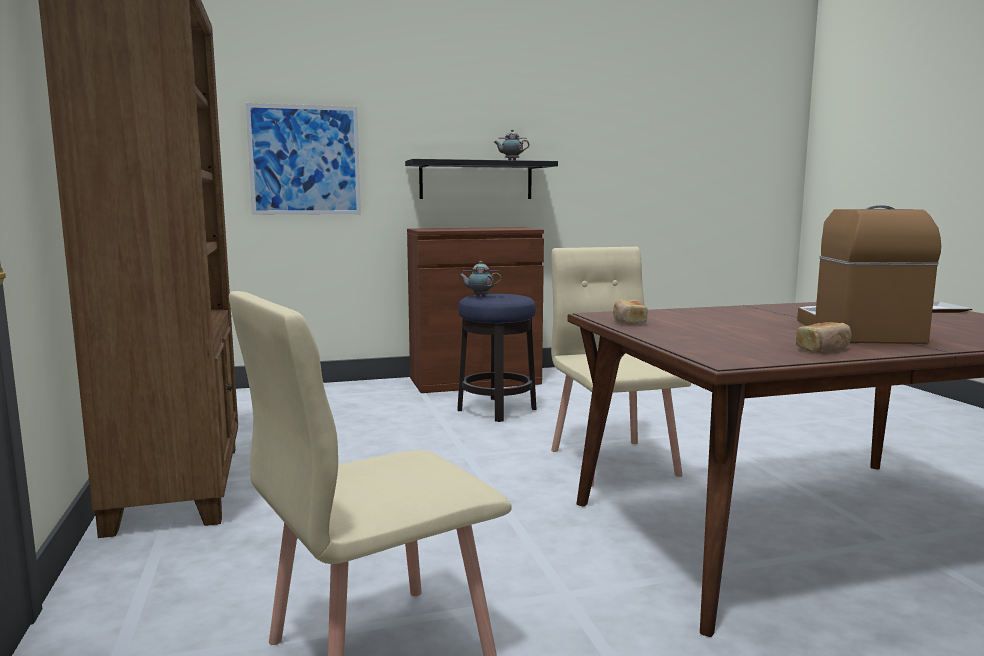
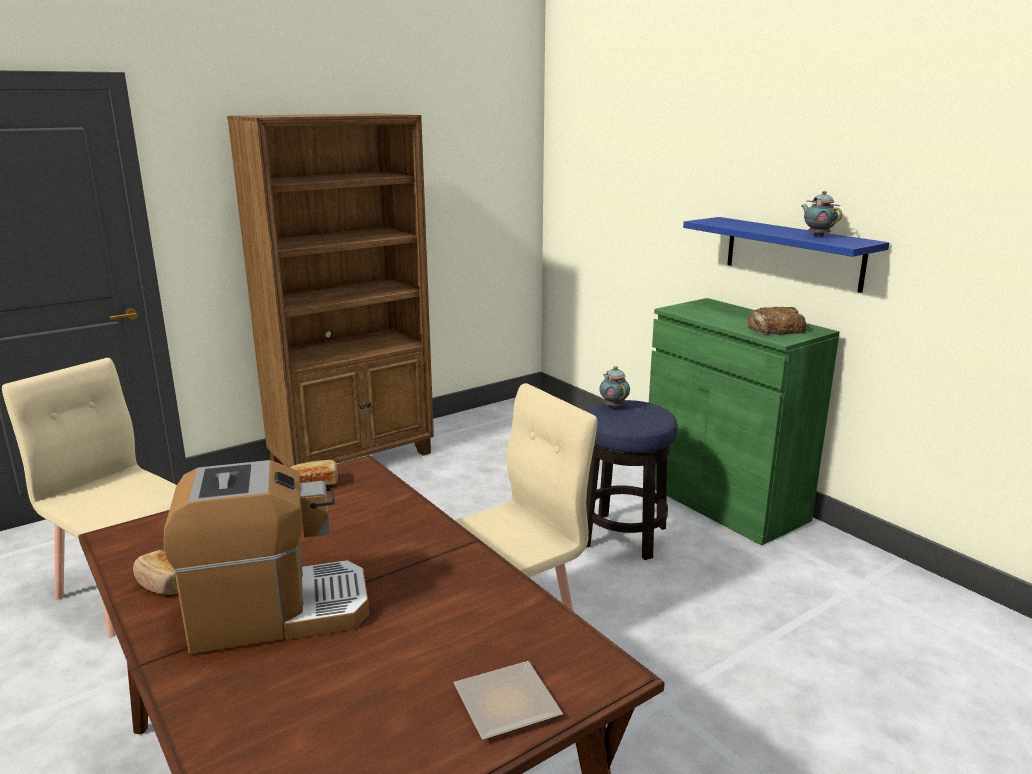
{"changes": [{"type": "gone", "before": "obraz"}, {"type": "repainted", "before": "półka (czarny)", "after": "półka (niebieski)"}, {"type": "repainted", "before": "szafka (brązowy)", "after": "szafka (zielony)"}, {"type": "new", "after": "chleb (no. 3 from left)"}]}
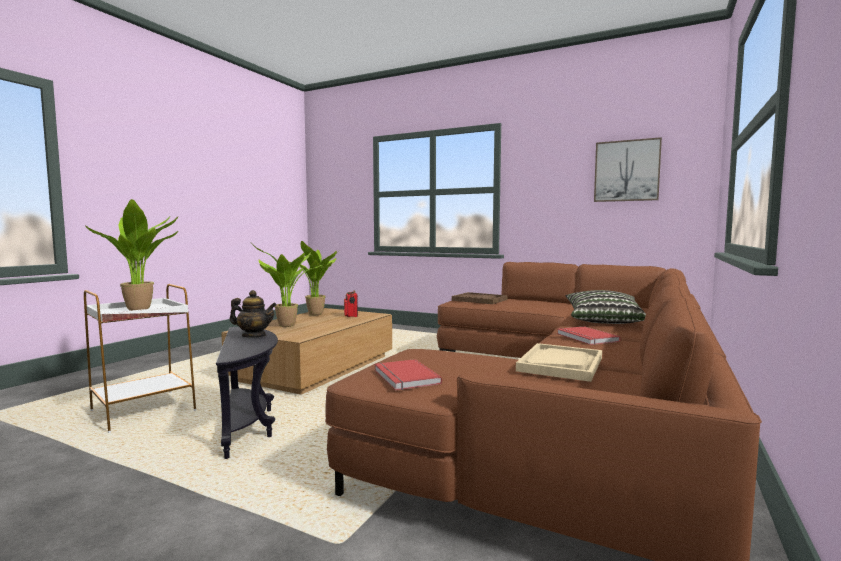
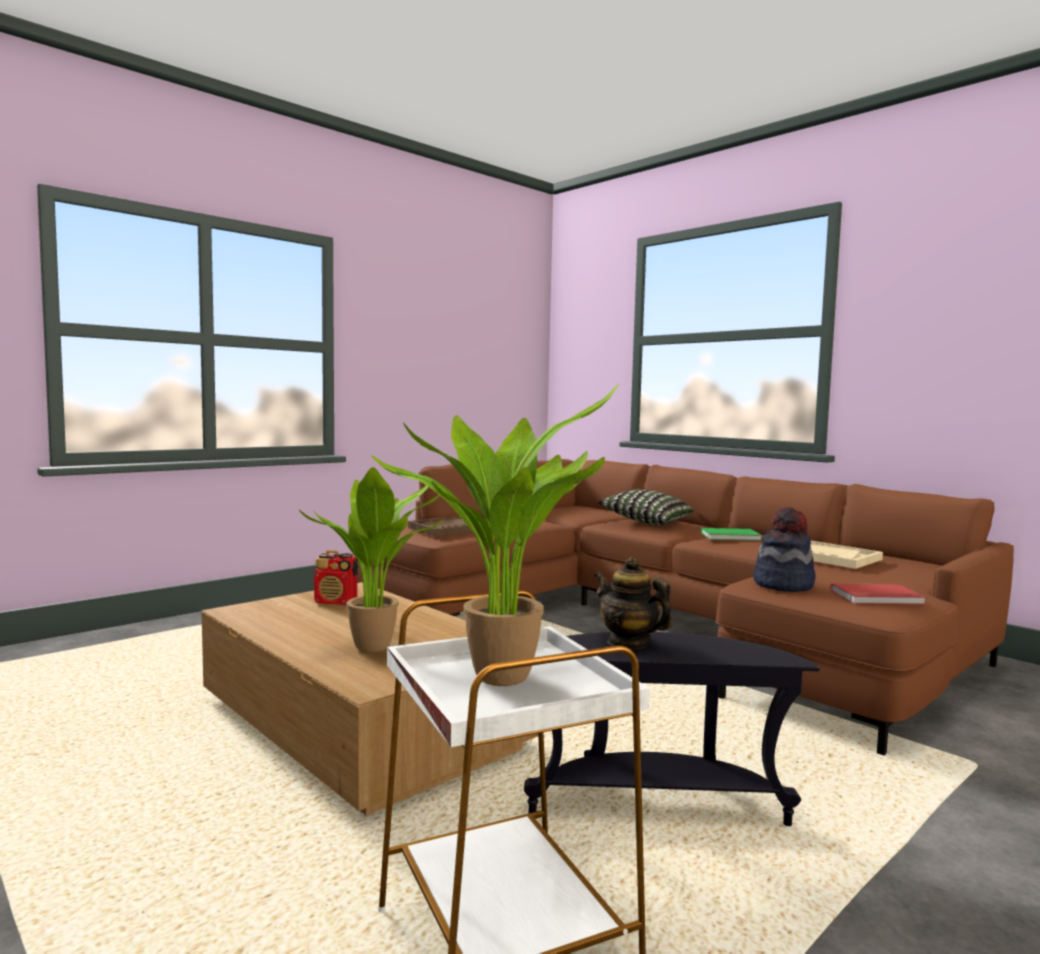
{"changes": [{"type": "gone", "before": "obraz"}, {"type": "gone", "before": "roślina doniczkowa (no. 3 from left)"}, {"type": "rotated", "before": "imbryk", "turn": -75}, {"type": "repainted", "before": "książka (czerwony) (no. 2 from left)", "after": "książka (zielony)"}, {"type": "new", "after": "kapelusz"}]}
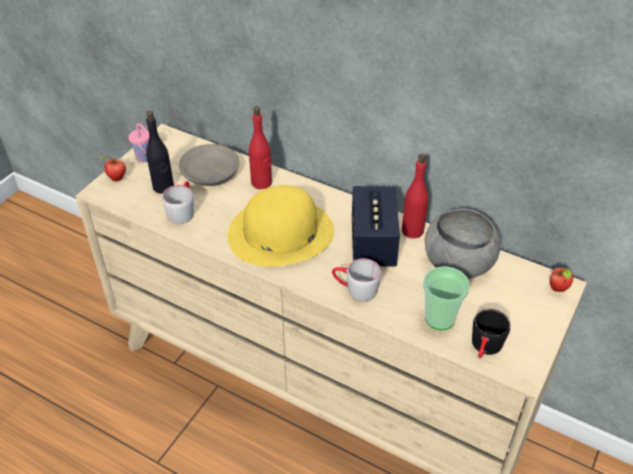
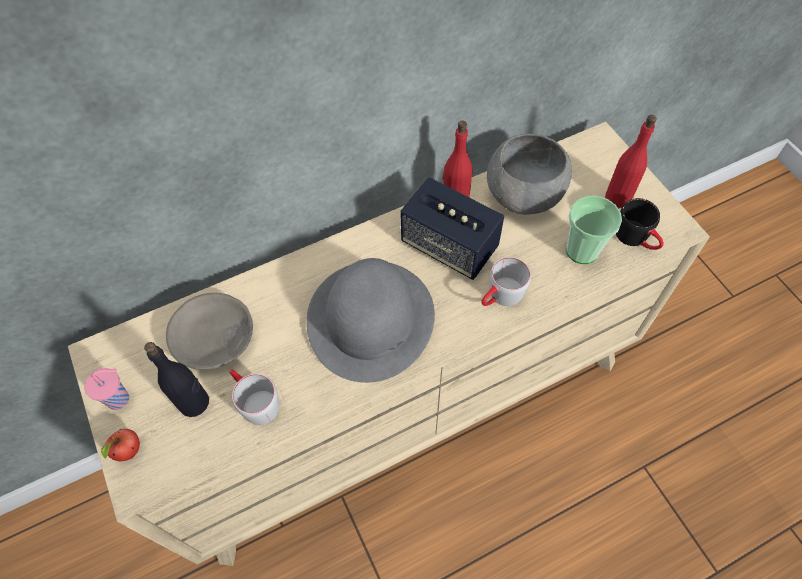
{"changes": [{"type": "shifted", "before": "butelka (czerwony) (no. 1 from left in the first image)", "after": "butelka (czerwony) (no. 2 from left)"}, {"type": "repainted", "before": "kapelusz (żółty)", "after": "kapelusz (szary)"}, {"type": "gone", "before": "jabłko (no. 2 from left)"}]}
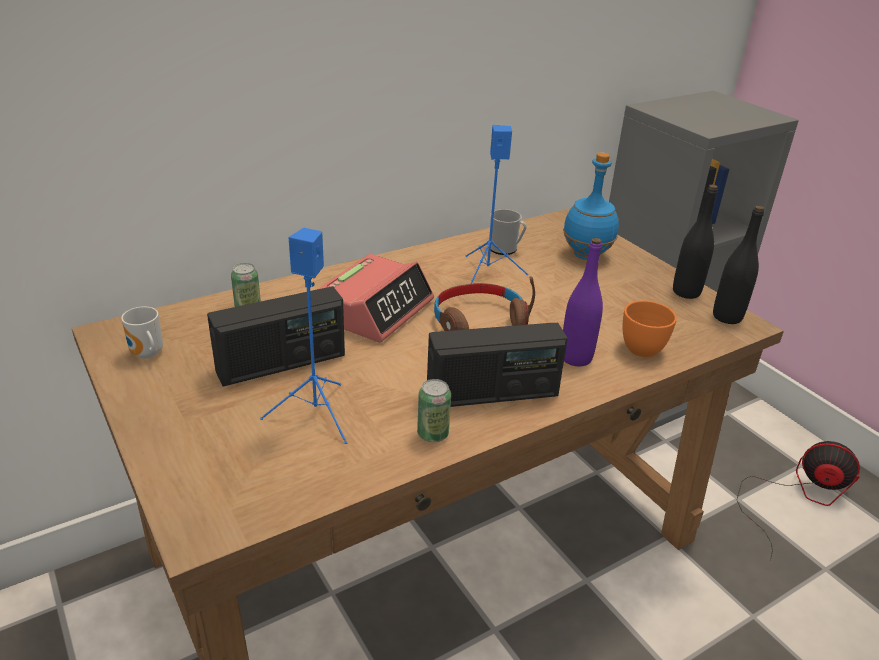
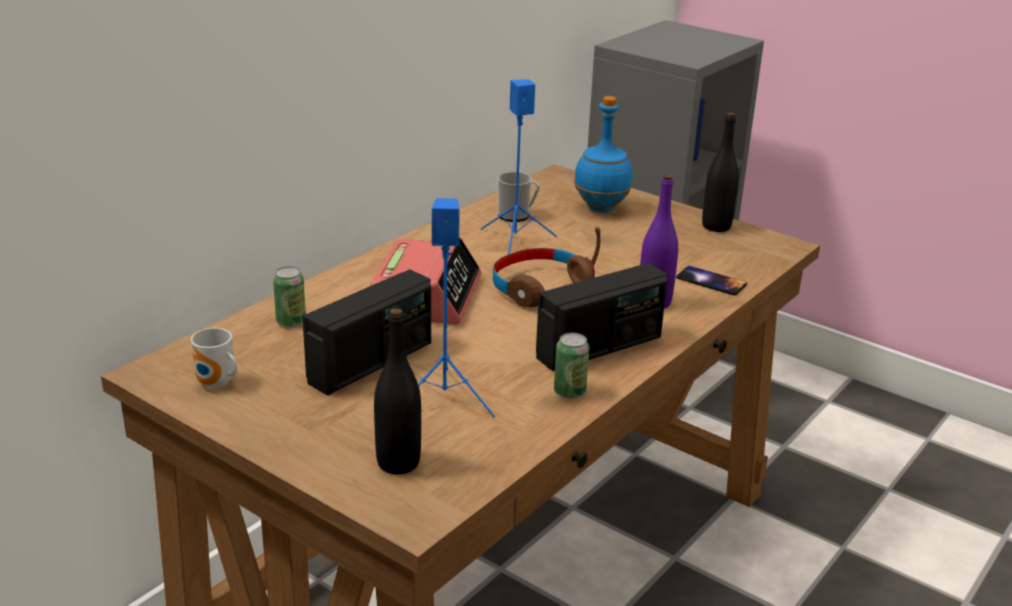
{"changes": [{"type": "shifted", "before": "butelka (czarny) (no. 2 from left in the first image)", "after": "butelka (czarny) (no. 1 from left)"}, {"type": "swapped", "before": "filiżanka (pomarańczowy)", "after": "telefon"}, {"type": "gone", "before": "wentylator"}]}
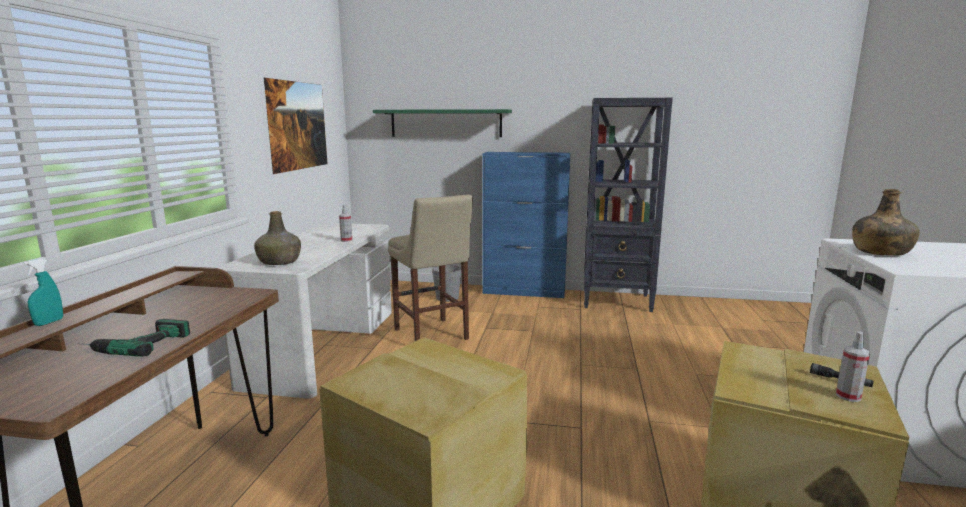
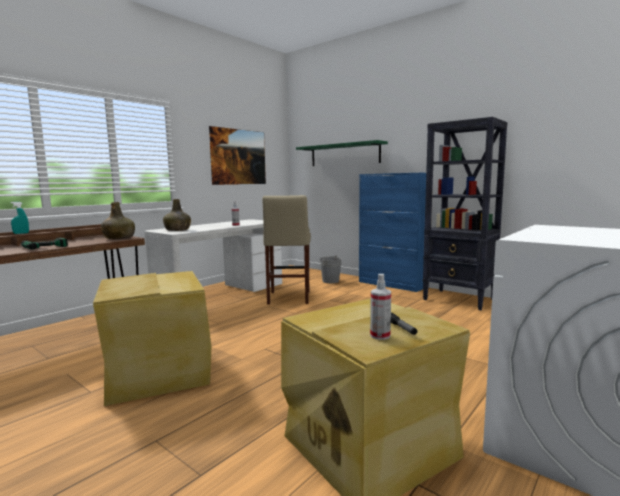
{"changes": [{"type": "shifted", "before": "butelka (zielony) (no. 2 from left in the first image)", "after": "butelka (zielony) (no. 1 from left)"}]}
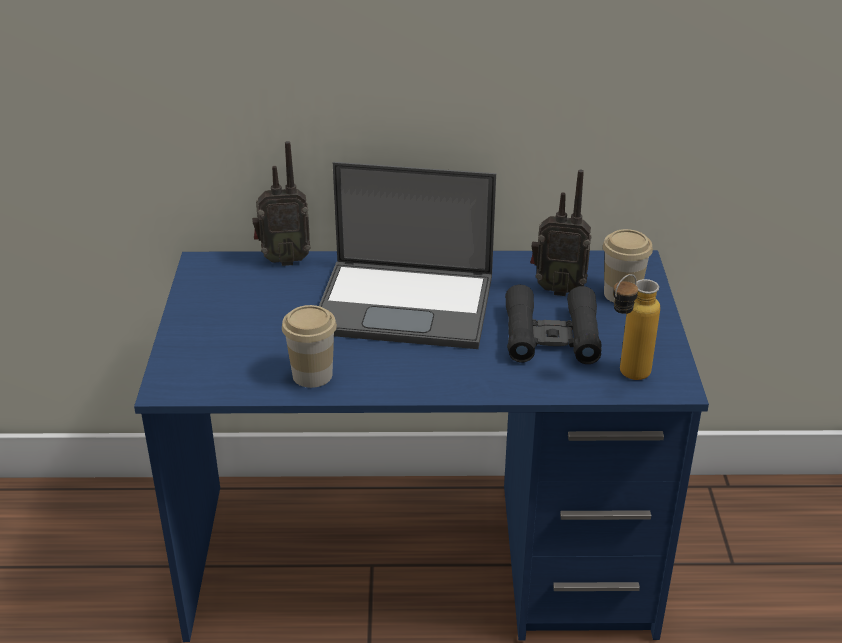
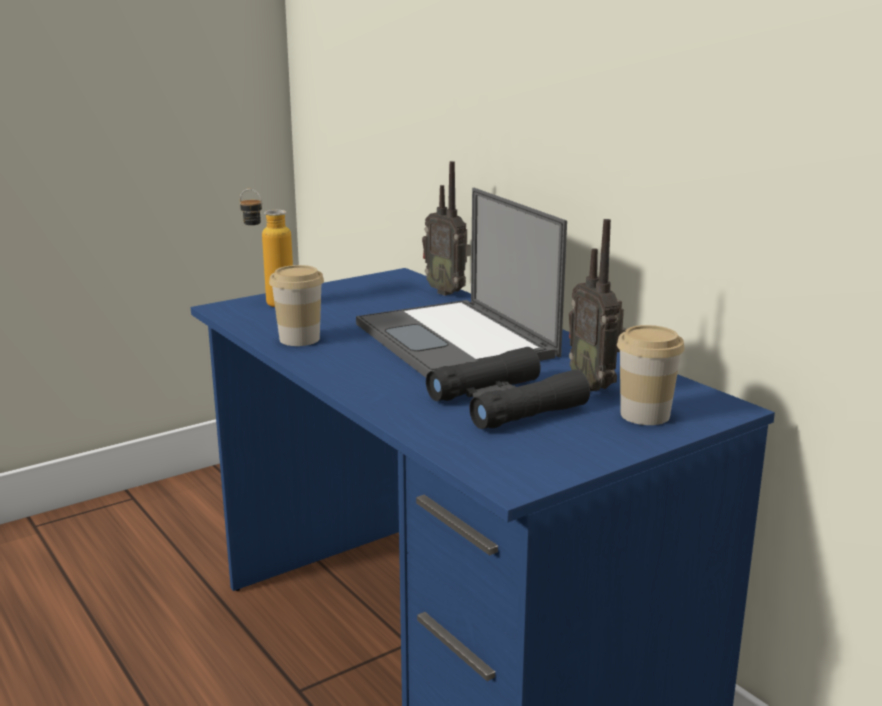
{"changes": [{"type": "shifted", "before": "butelka"}]}
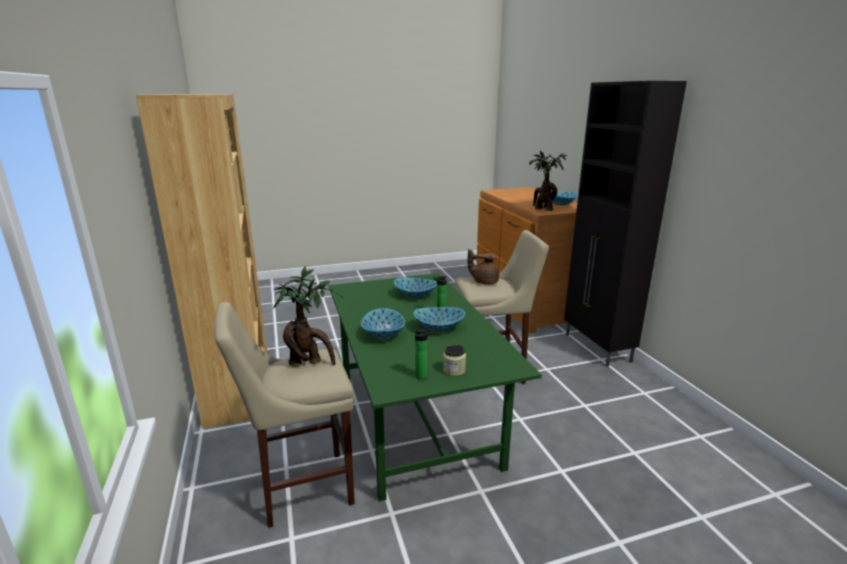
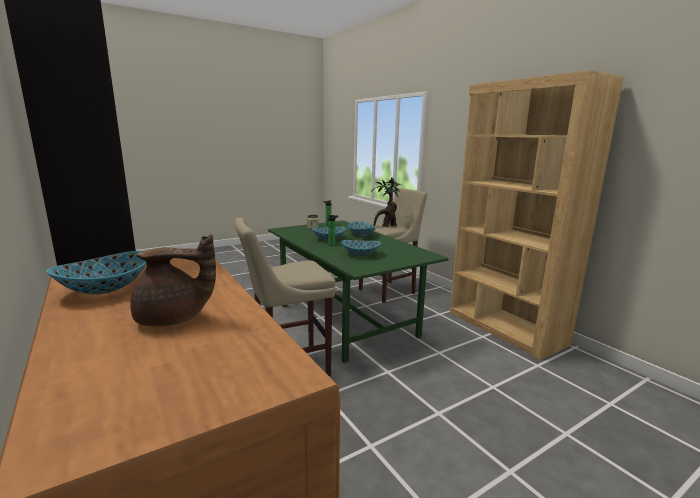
{"changes": [{"type": "gone", "before": "roślina doniczkowa (no. 2 from left)"}, {"type": "shifted", "before": "imbryk (brązowy)"}]}
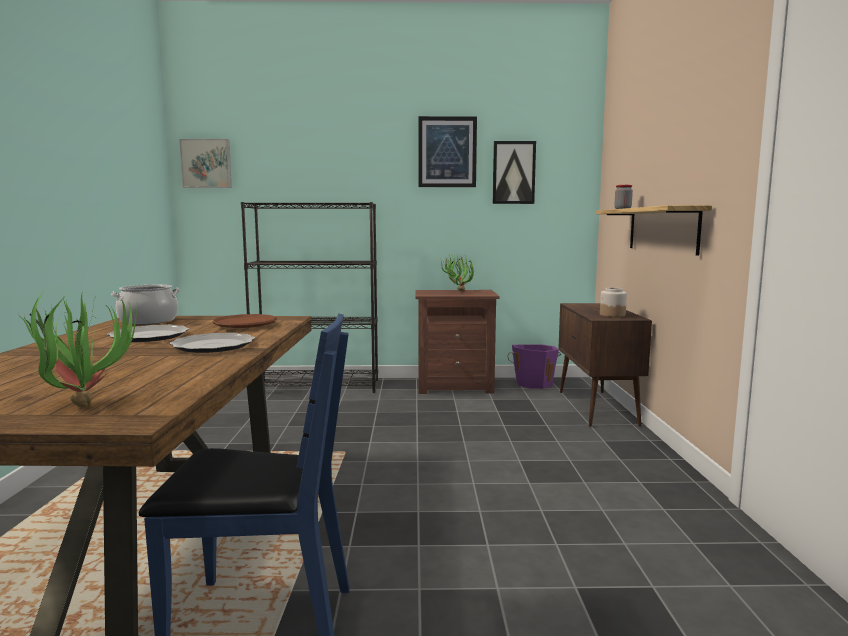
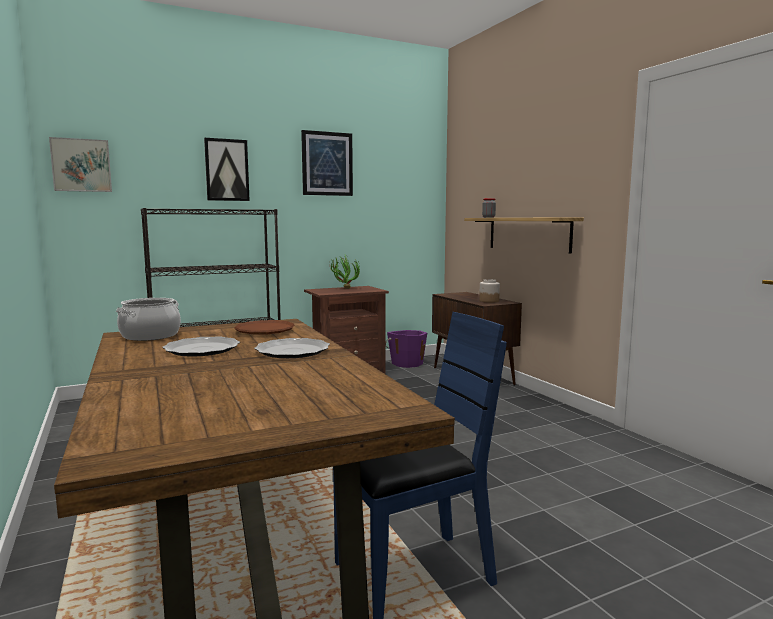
{"changes": [{"type": "shifted", "before": "obraz (no. 3 from left in the first image)", "after": "obraz (no. 2 from left)"}, {"type": "gone", "before": "roślina doniczkowa (no. 1 from left)"}]}
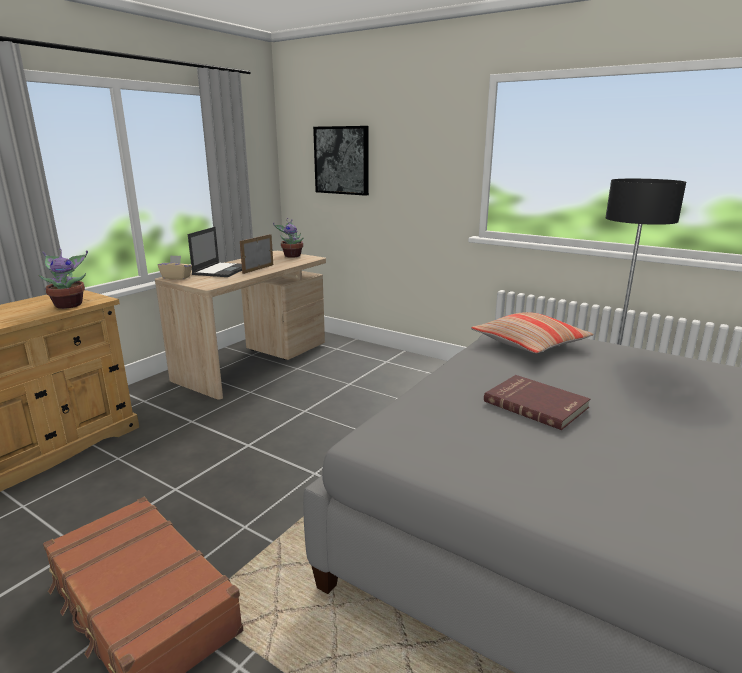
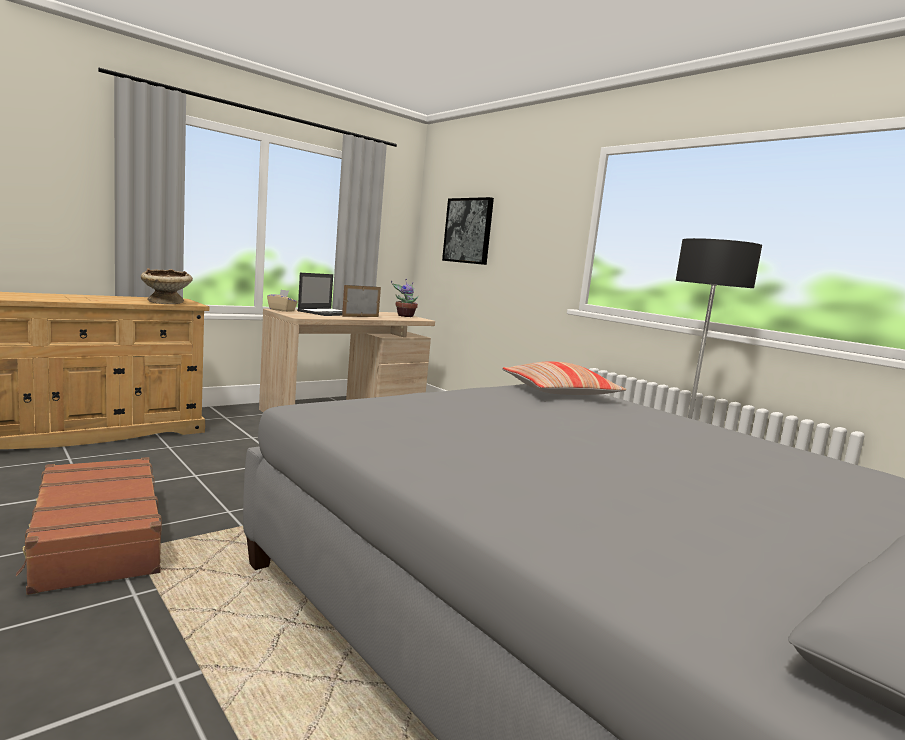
{"changes": [{"type": "swapped", "before": "roślina doniczkowa (no. 1 from left)", "after": "miska (beżowy)"}, {"type": "gone", "before": "książka (czerwony)"}]}
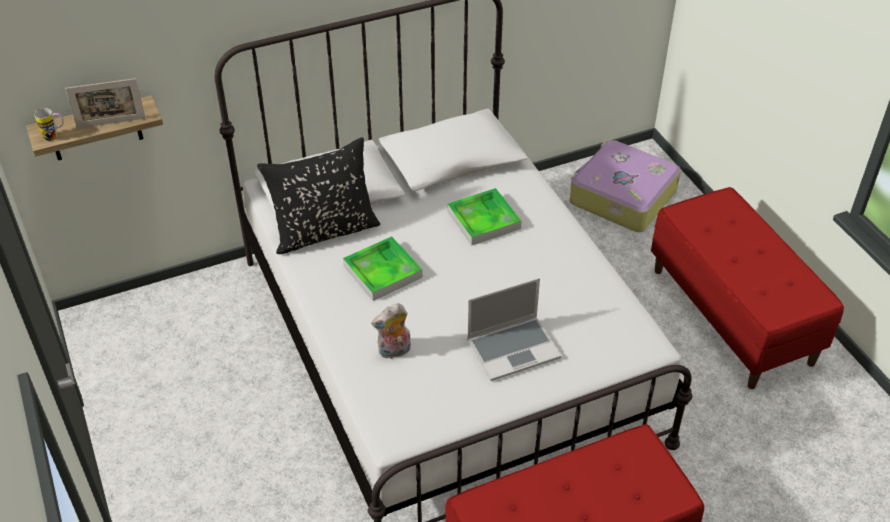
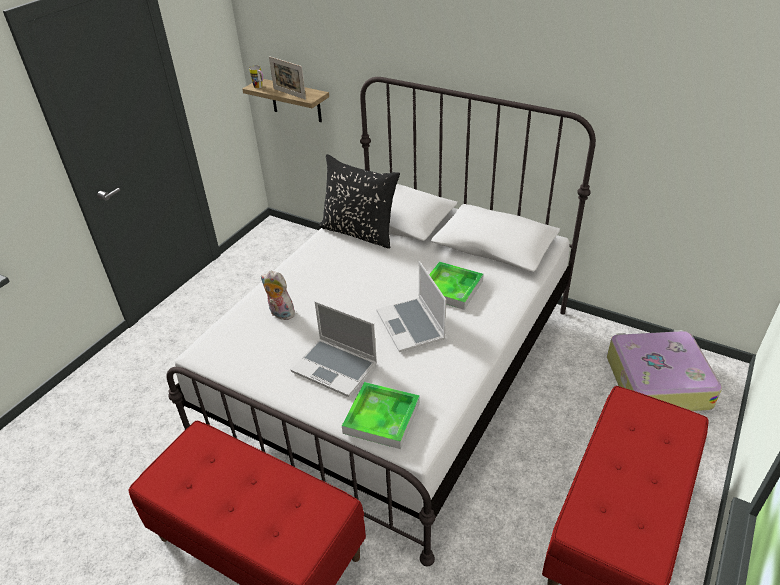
{"changes": [{"type": "shifted", "before": "taca (no. 1 from left)"}, {"type": "new", "after": "laptop (no. 2 from left)"}]}
